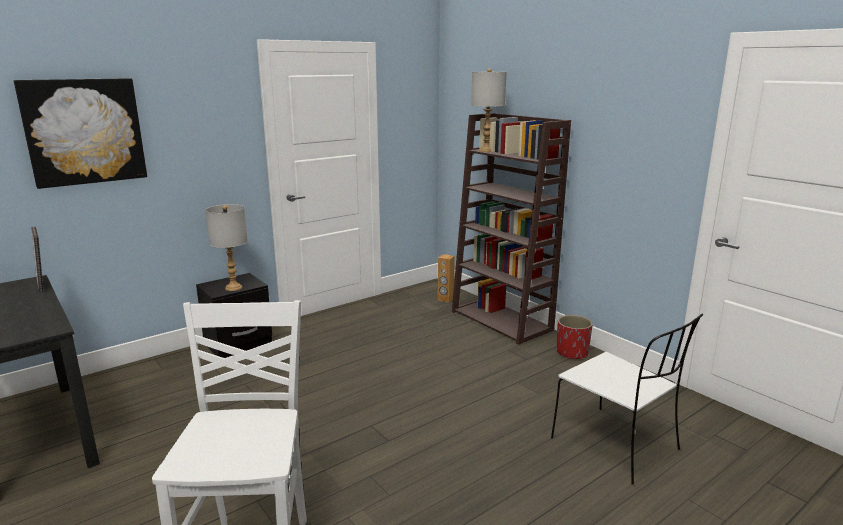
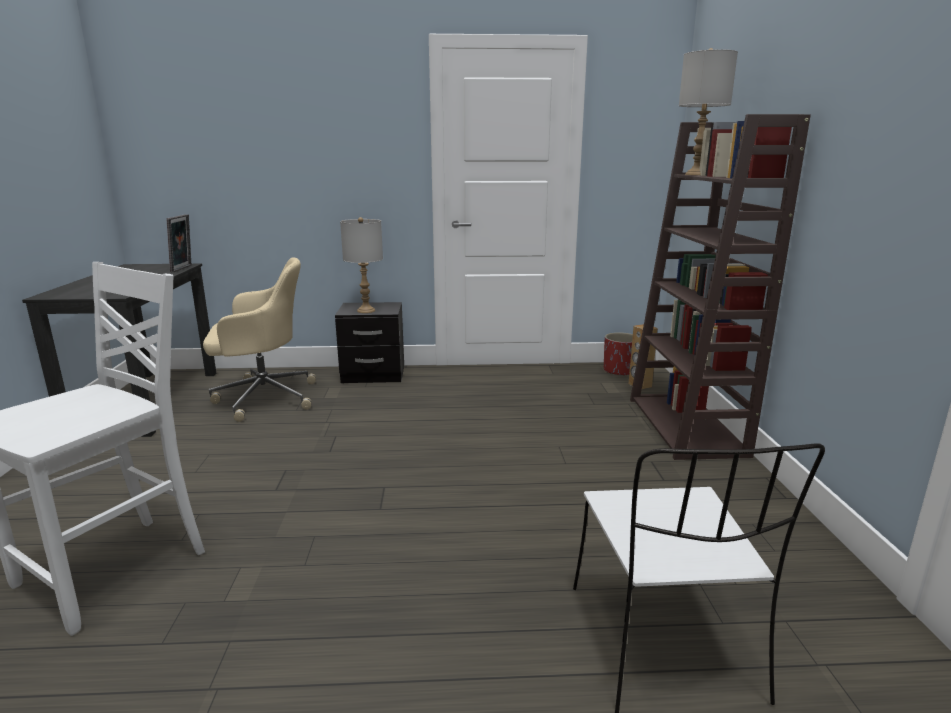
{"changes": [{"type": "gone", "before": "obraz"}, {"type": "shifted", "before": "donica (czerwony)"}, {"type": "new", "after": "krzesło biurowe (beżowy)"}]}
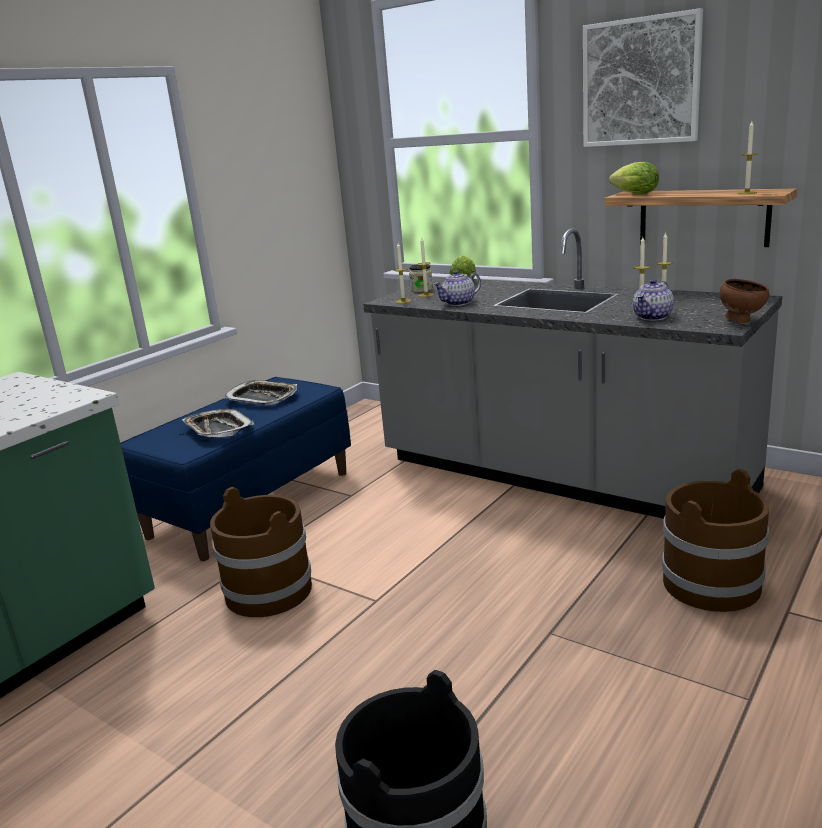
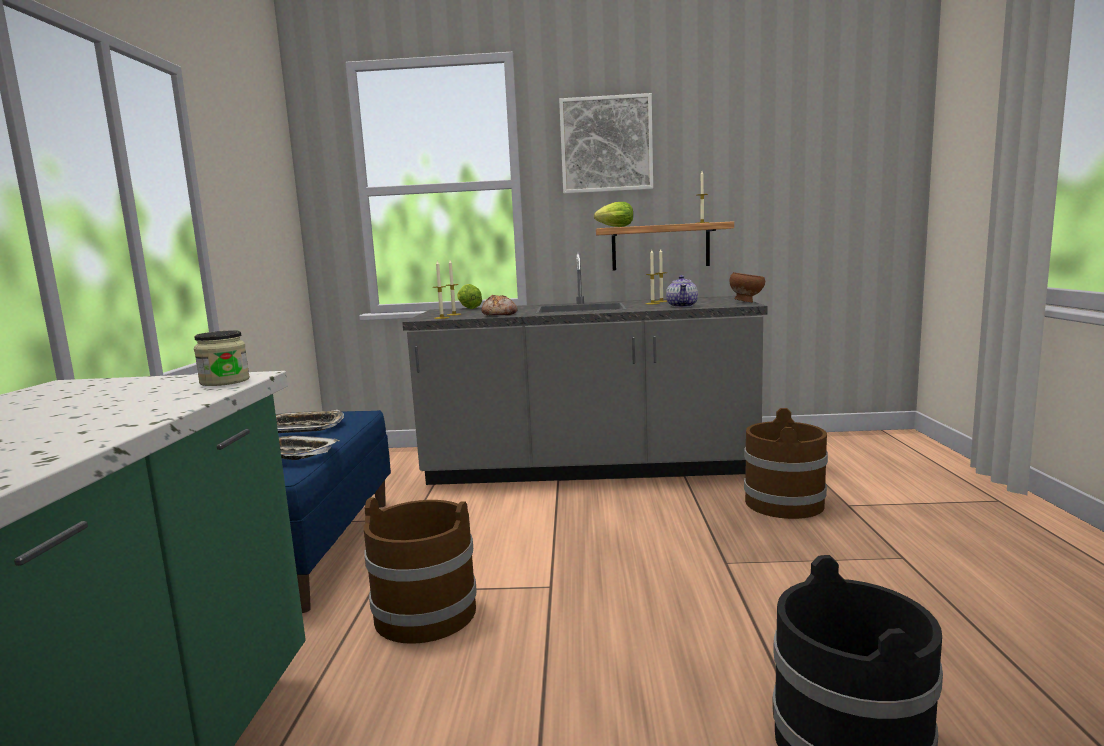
{"changes": [{"type": "shifted", "before": "słoik"}, {"type": "swapped", "before": "imbryk (no. 1 from left)", "after": "chleb"}]}
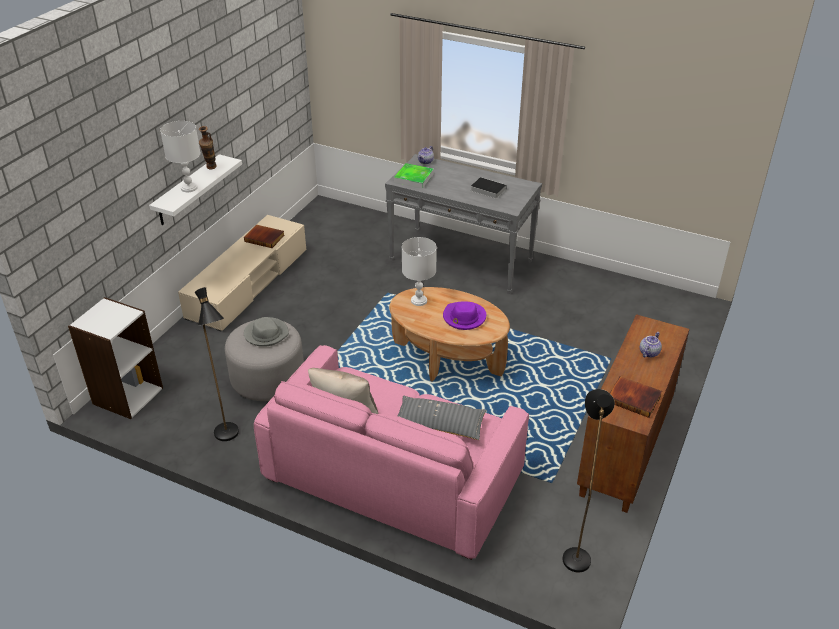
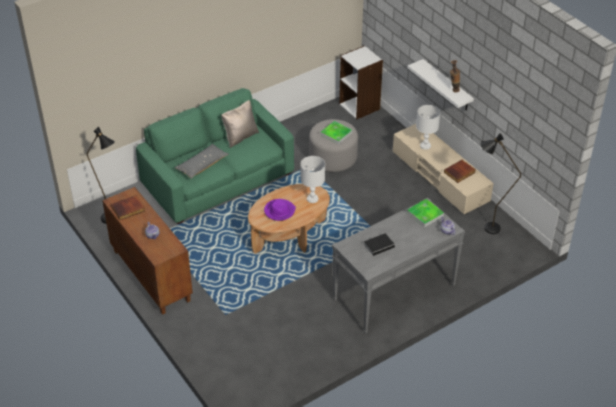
{"changes": [{"type": "shifted", "before": "lampa stołowa (biały) (no. 1 from left in the first image)", "after": "lampa stołowa (biały) (no. 2 from left)"}, {"type": "shifted", "before": "lampa stojąca (czarny) (no. 1 from left in the first image)", "after": "lampa stojąca (czarny) (no. 2 from left)"}, {"type": "swapped", "before": "kapelusz (szary)", "after": "taca (no. 1 from left)"}, {"type": "repainted", "before": "kanapa (różowy)", "after": "kanapa (zielony)"}]}
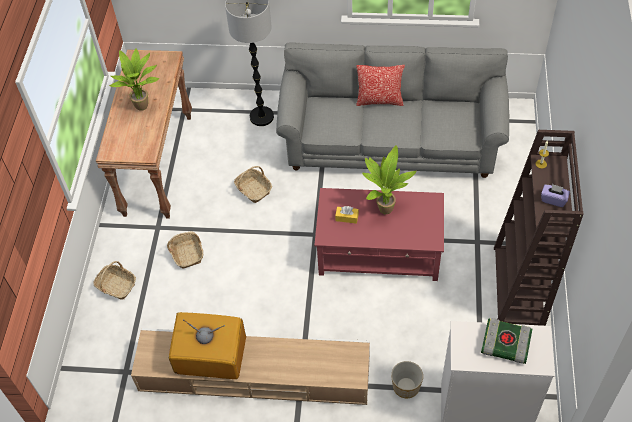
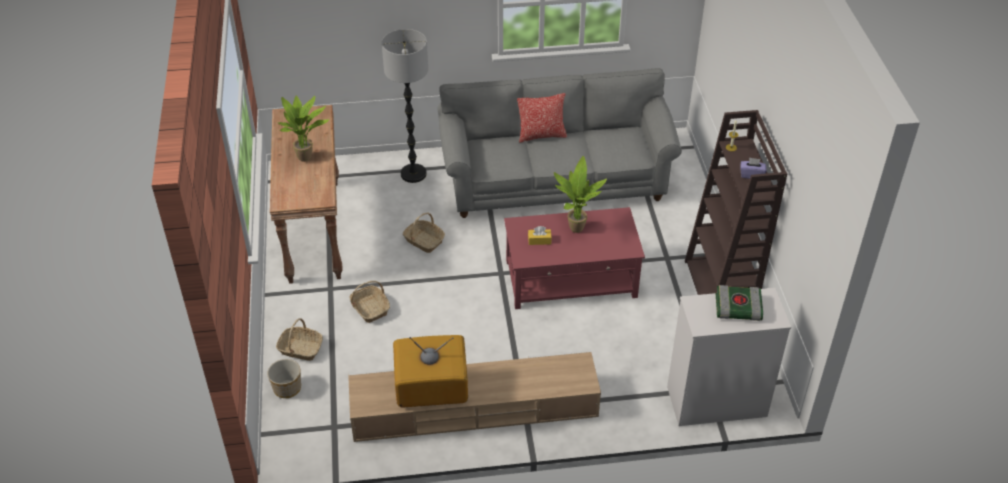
{"changes": [{"type": "shifted", "before": "donica"}]}
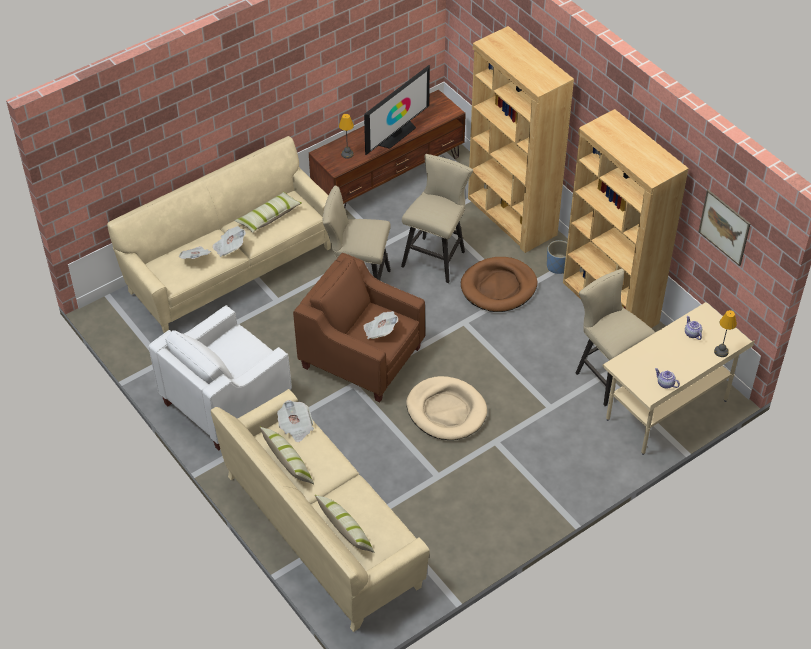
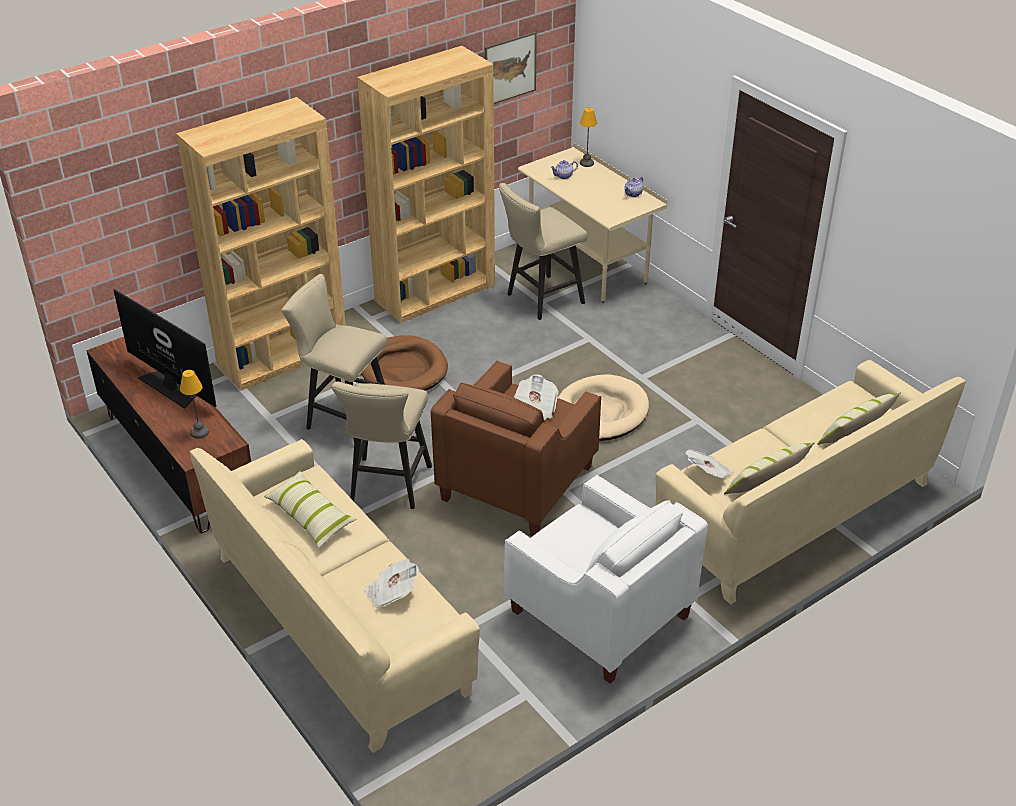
{"changes": [{"type": "gone", "before": "gazeta (no. 2 from left)"}, {"type": "gone", "before": "donica (niebieski)"}]}
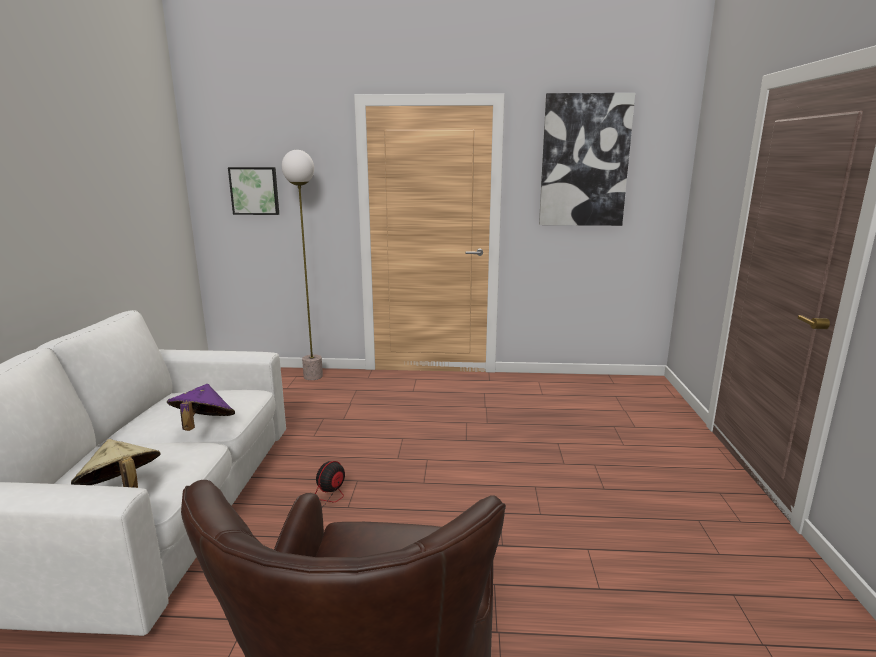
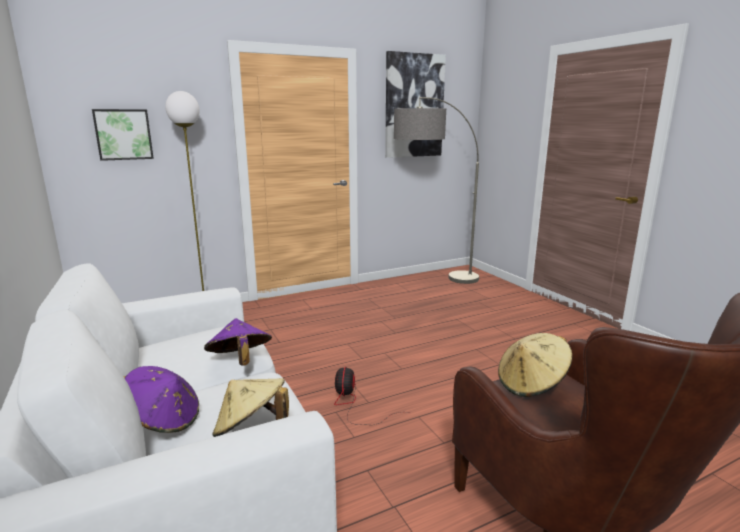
{"changes": [{"type": "new", "after": "lampa stojąca (no. 2 from left)"}, {"type": "new", "after": "kapelusz (beżowy) (no. 2 from left)"}, {"type": "new", "after": "kapelusz (fioletowy) (no. 1 from left)"}]}
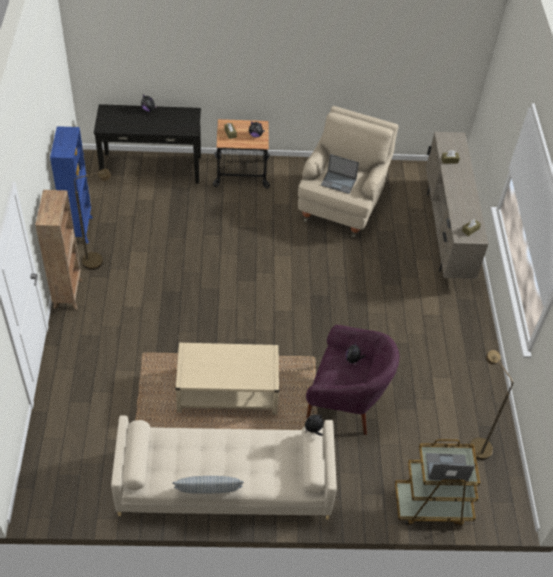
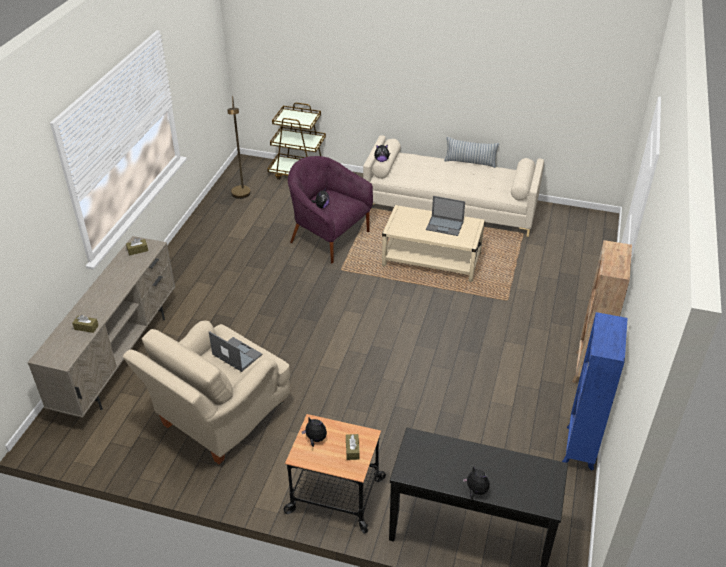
{"changes": [{"type": "gone", "before": "lampa stojąca (brązowy) (no. 1 from left)"}, {"type": "shifted", "before": "laptop (no. 2 from left)"}]}
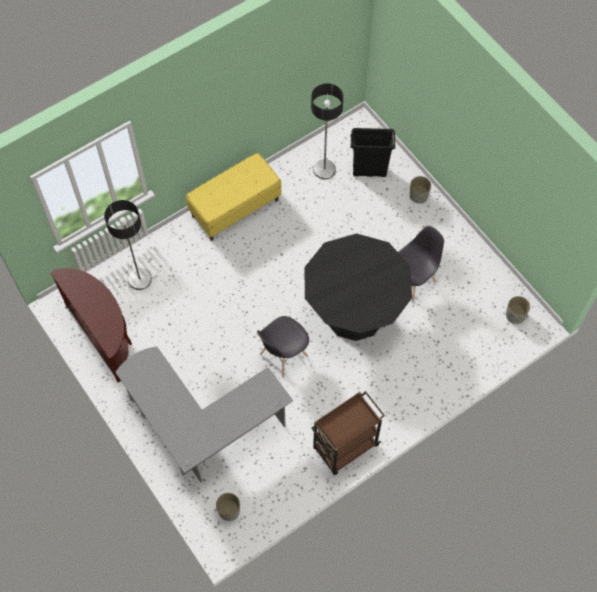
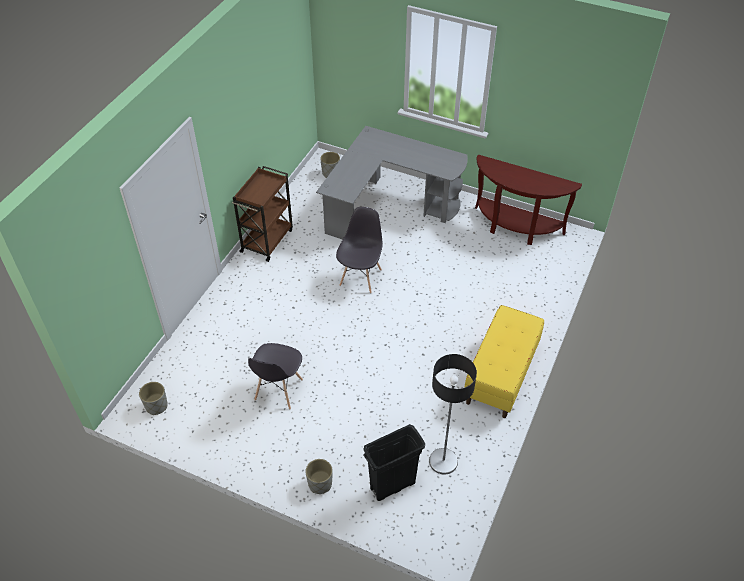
{"changes": [{"type": "gone", "before": "lampa stojąca (no. 1 from left)"}, {"type": "gone", "before": "stół jadalny (czarny)"}]}
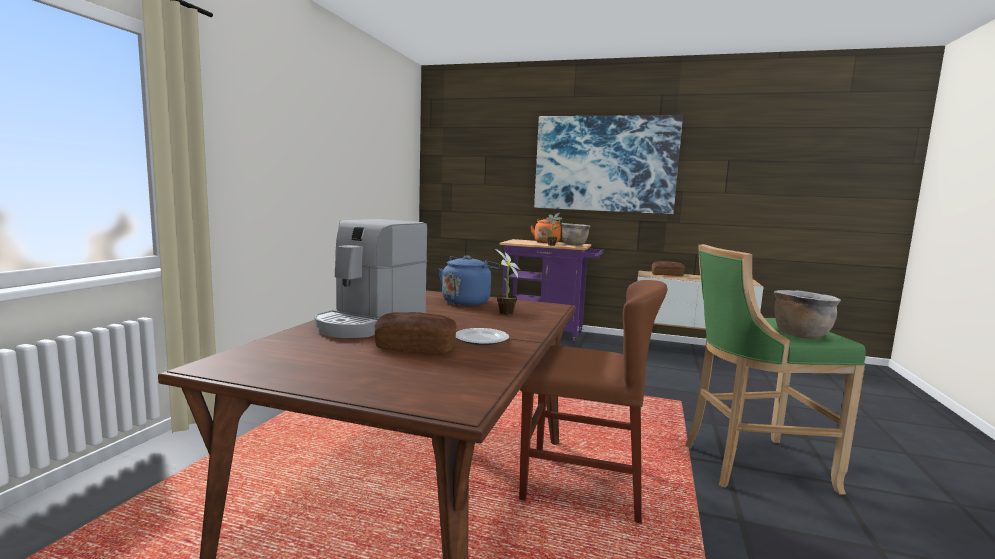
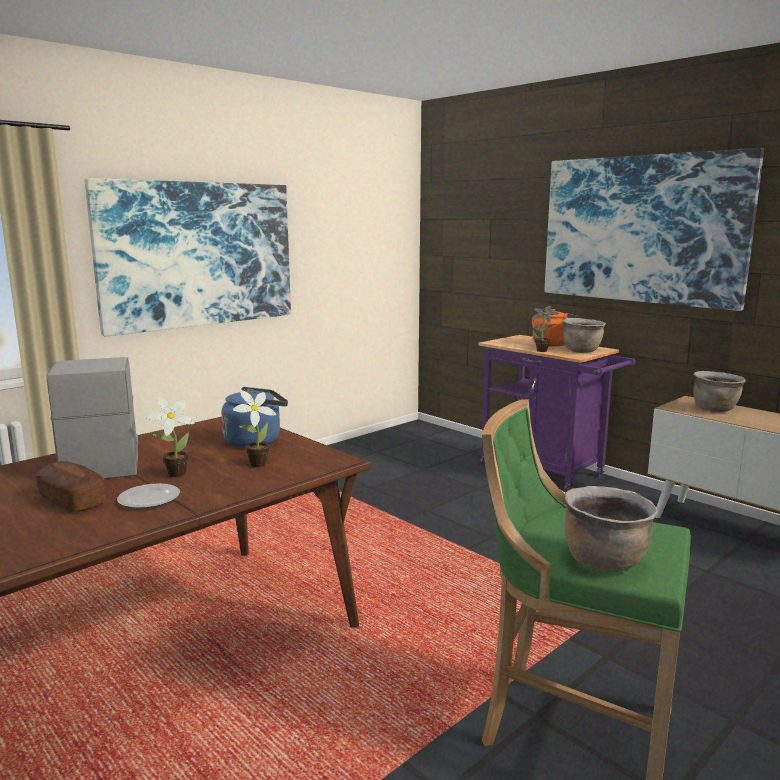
{"changes": [{"type": "rotated", "before": "ekspres do kawy", "turn": 105}, {"type": "swapped", "before": "chleb (no. 2 from left)", "after": "garnek (brązowy) (no. 3 from left)"}, {"type": "gone", "before": "krzesło (brązowy)"}, {"type": "new", "after": "obraz (no. 1 from left)"}, {"type": "new", "after": "roślina doniczkowa (no. 1 from left)"}]}
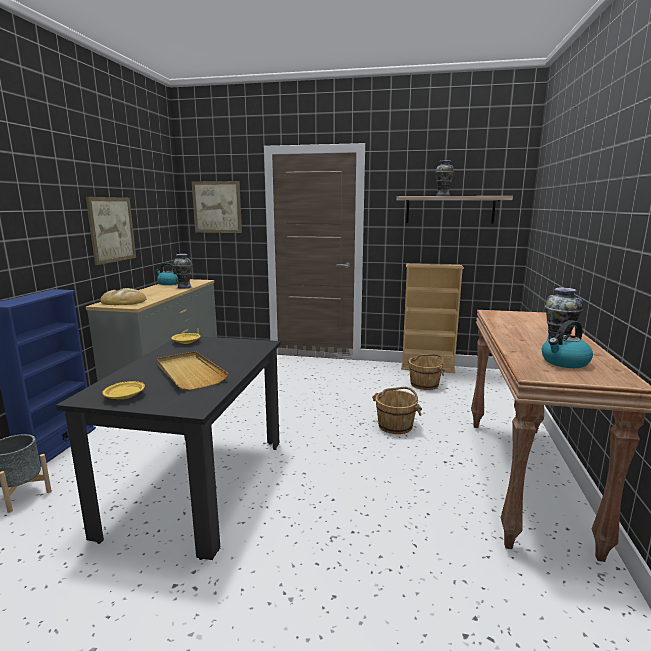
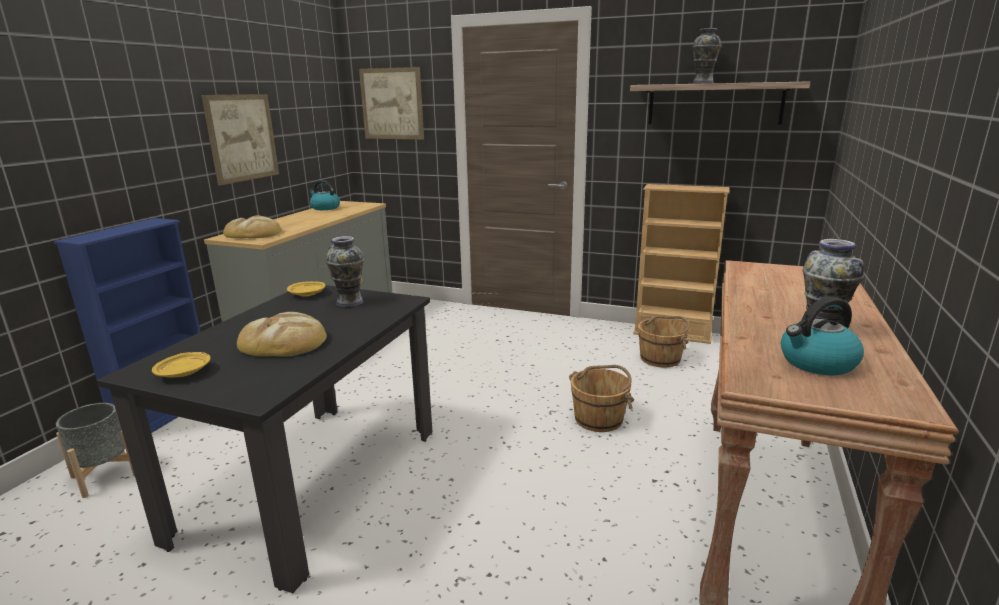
{"changes": [{"type": "shifted", "before": "wazon (no. 1 from left)"}, {"type": "swapped", "before": "taca (beżowy)", "after": "chleb (no. 2 from left)"}]}
